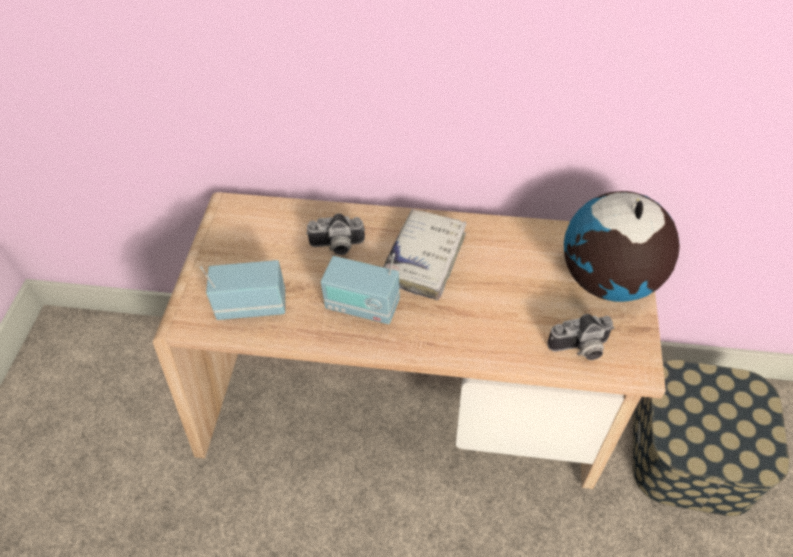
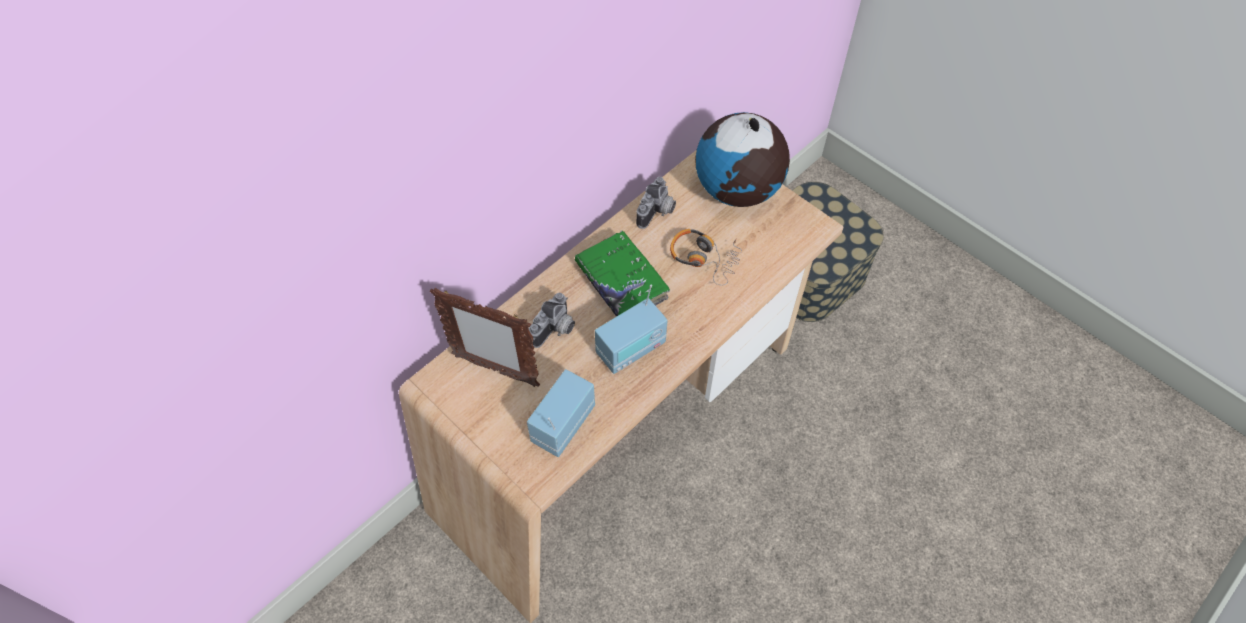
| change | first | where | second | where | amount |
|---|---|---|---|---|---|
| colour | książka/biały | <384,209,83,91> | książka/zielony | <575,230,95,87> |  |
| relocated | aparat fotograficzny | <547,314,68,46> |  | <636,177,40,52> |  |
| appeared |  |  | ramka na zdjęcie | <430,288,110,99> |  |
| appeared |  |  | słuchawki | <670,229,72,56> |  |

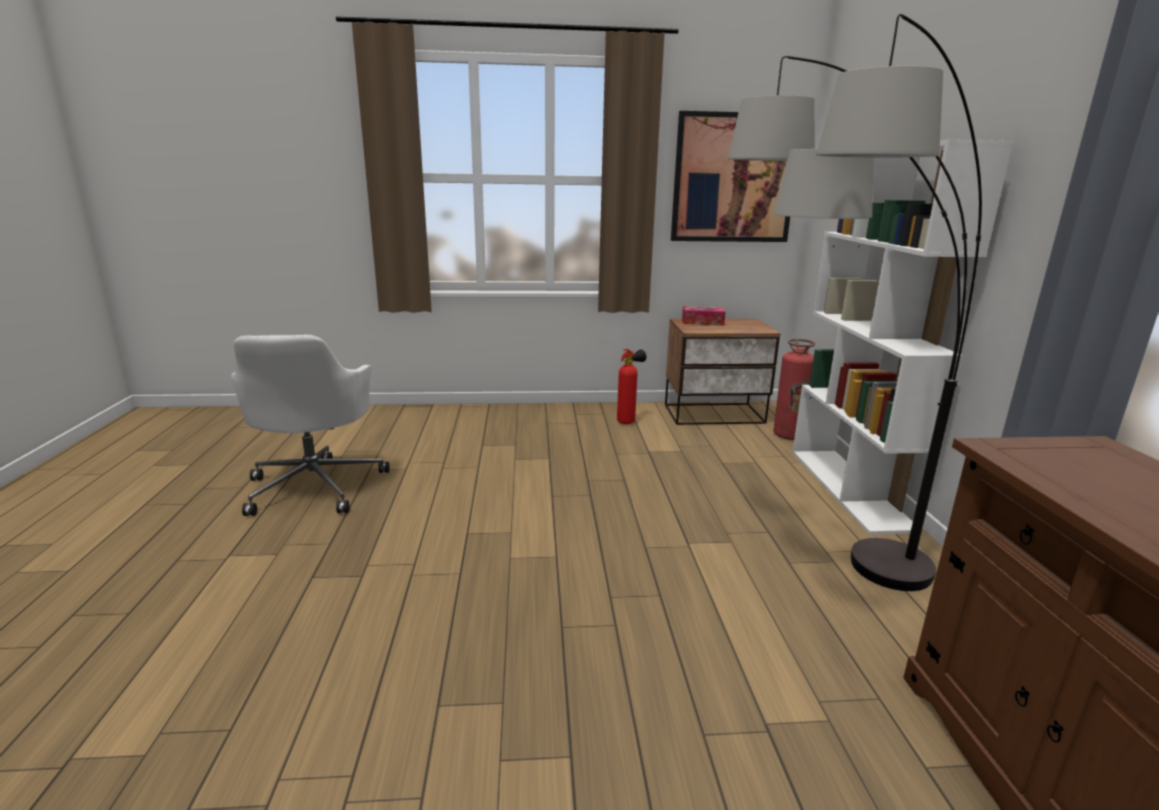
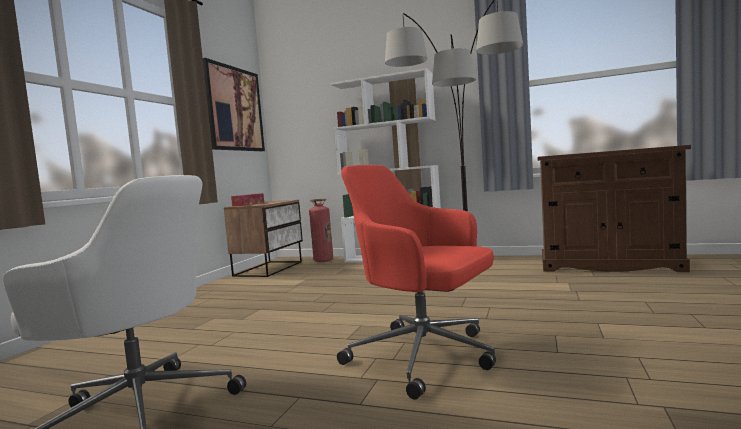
| change | first | where | second | where | amount |
|---|---|---|---|---|---|
| missing | gaśnica | <617,349,29,75> |  |  |  |
| appeared |  |  | krzesło biurowe/czerwony | <337,165,159,235> |  |

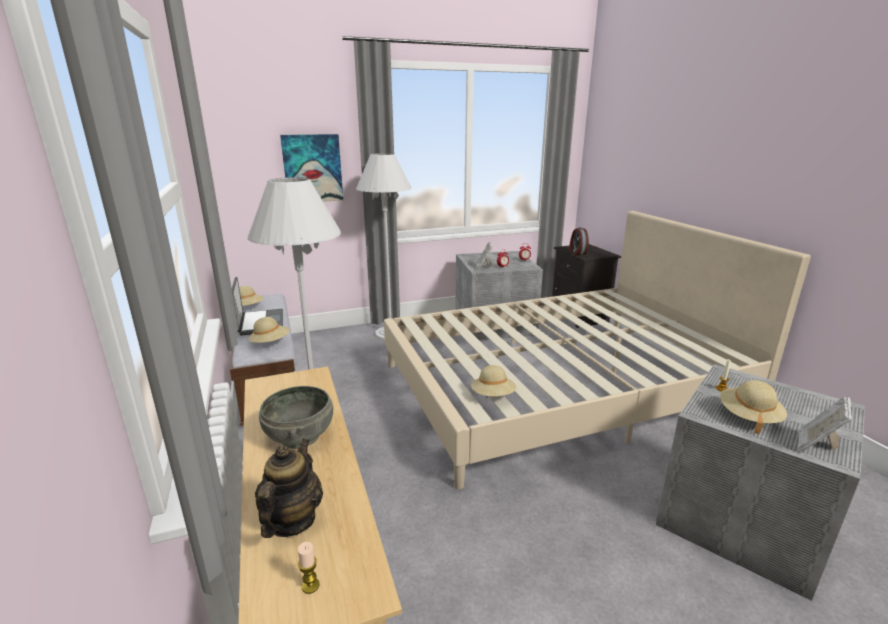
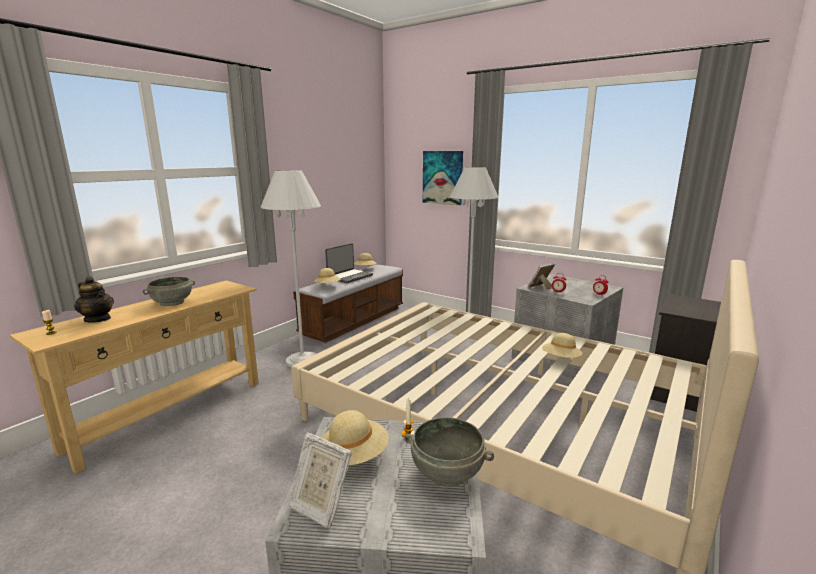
| change | first | where | second | where | amount |
|---|---|---|---|---|---|
| spun | imbryk | <255,438,68,100> |  | <74,276,40,46> | 60 degrees clockwise |
| relocated | kapelusz/beżowy | <471,365,45,31> |  | <542,333,40,25> |  |
| missing | budzik | <569,227,20,28> |  |  |  |
| spun | ramka na zdjęcie | <798,397,54,55> |  | <288,433,64,95> | 150 degrees counterclockwise |
| appeared |  |  | miska/szary | <405,417,89,70> |  |

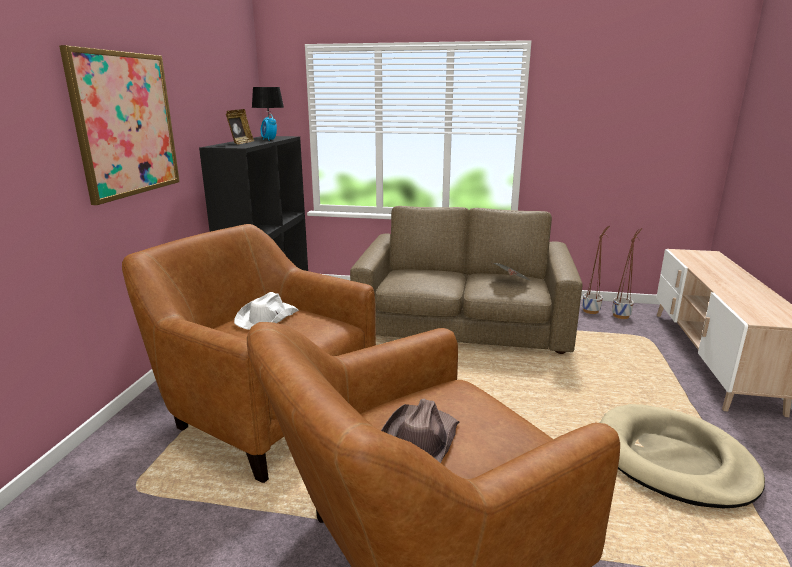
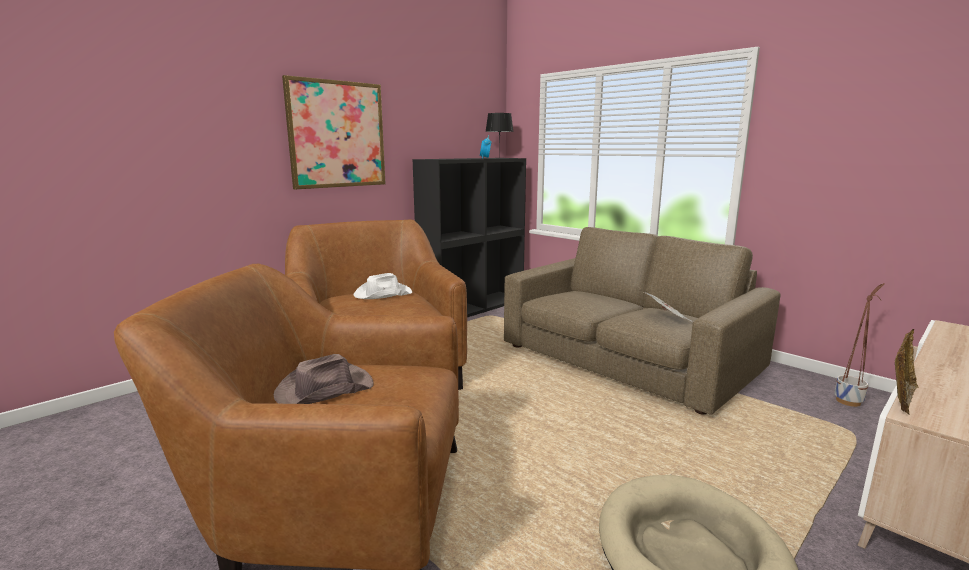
| change | first | where | second | where | amount |
|---|---|---|---|---|---|
| relocated | ramka na zdjęcie | <226,109,29,35> |  | <895,329,24,85> |  |
| missing | donica | <582,225,28,89> |  |  |  |

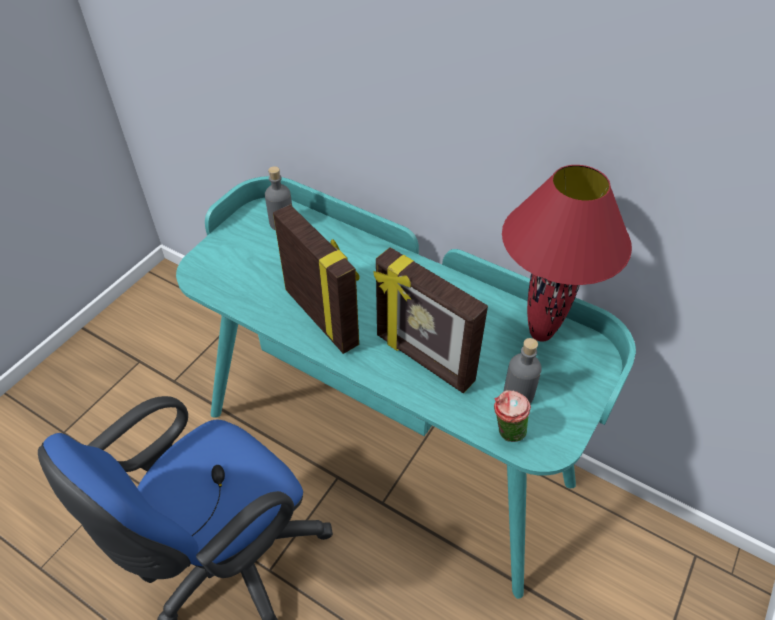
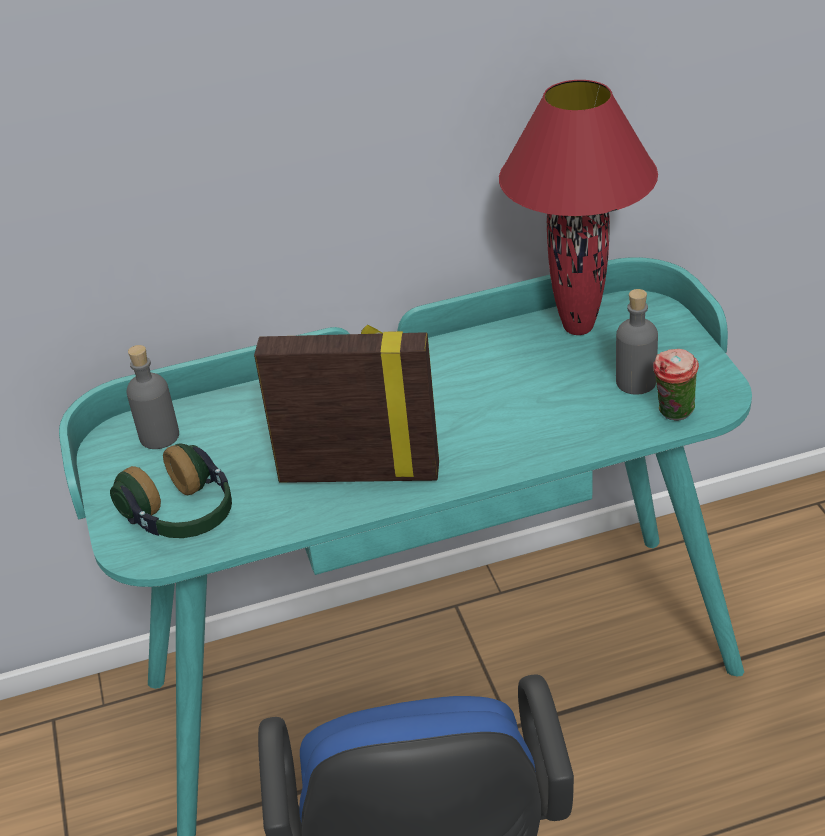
| change | first | where | second | where | amount |
|---|---|---|---|---|---|
| missing | ramka na zdjęcie | <373,247,115,146> |  |  |  |
| appeared |  |  | słuchawki | <110,443,122,95> |  |

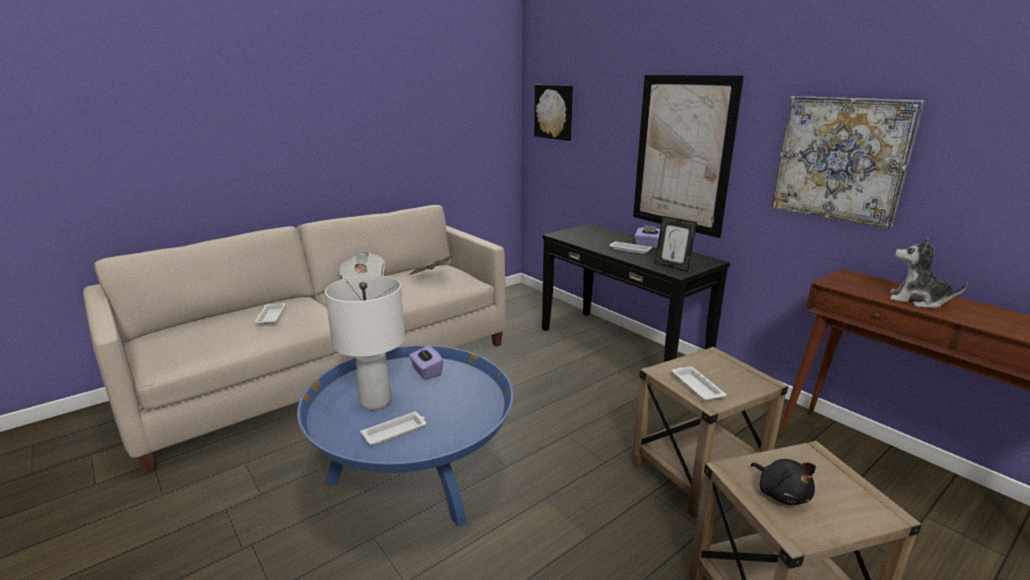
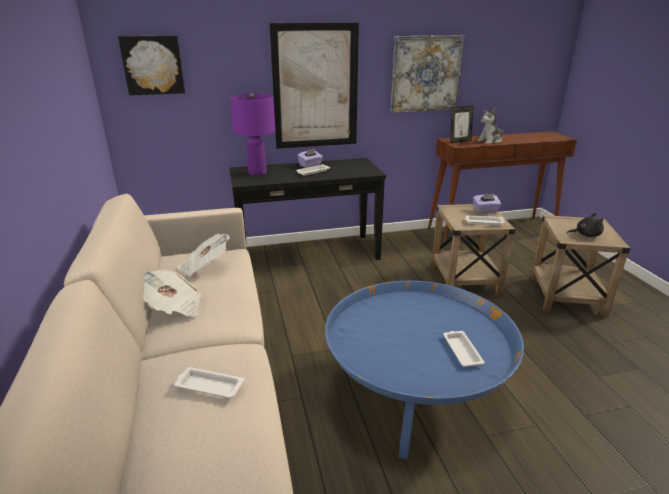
| change | first | where | second | where | amount |
|---|---|---|---|---|---|
| missing | lampa stołowa/biały | <325,275,80,136> |  |  |  |
| relocated | pudełko chusteczek/fioletowy | <409,346,34,34> |  | <473,194,28,19> |  |
| relocated | ramka na zdjęcie | <655,216,42,56> |  | <450,106,23,37> |  |
| appeared |  |  | lampa stołowa/fioletowy | <230,93,45,83> |  |

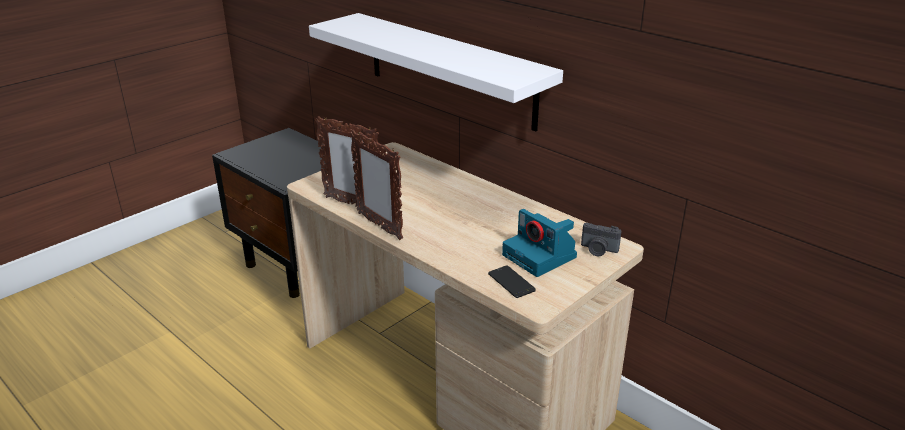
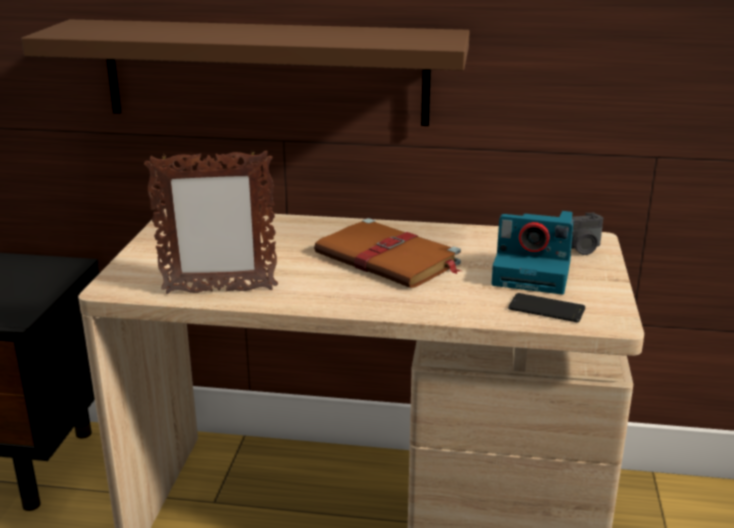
| change | first | where | second | where | amount |
|---|---|---|---|---|---|
| colour | półka/biały | <309,13,254,118> | półka/brązowy | <21,19,449,107> |  |
| missing | ramka na zdjęcie | <350,130,53,110> |  |  |  |
| appeared |  |  | książka/brązowy | <314,218,147,70> |  |

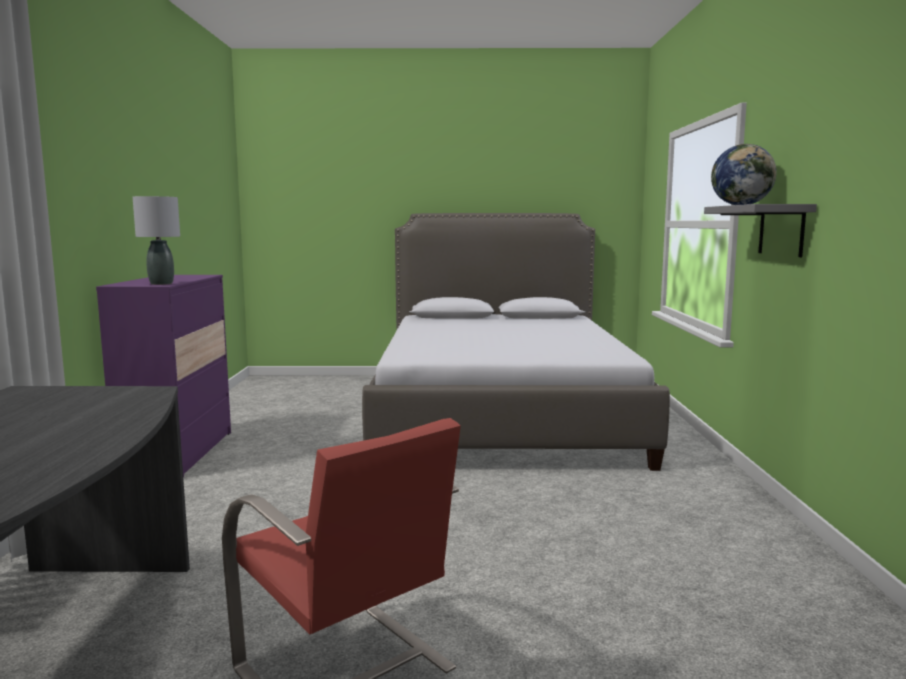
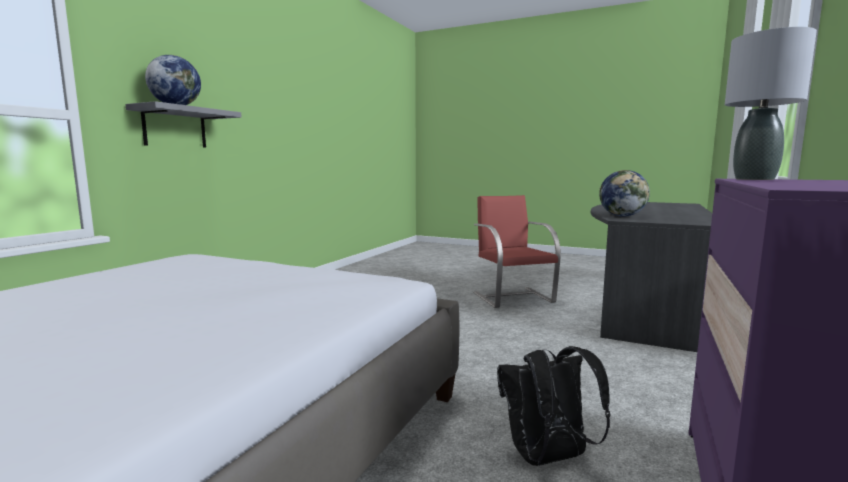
| change | first | where | second | where | amount |
|---|---|---|---|---|---|
| appeared |  |  | plecak/czarny | <497,346,113,120> |  |
| appeared |  |  | globus | <599,170,51,47> |  |

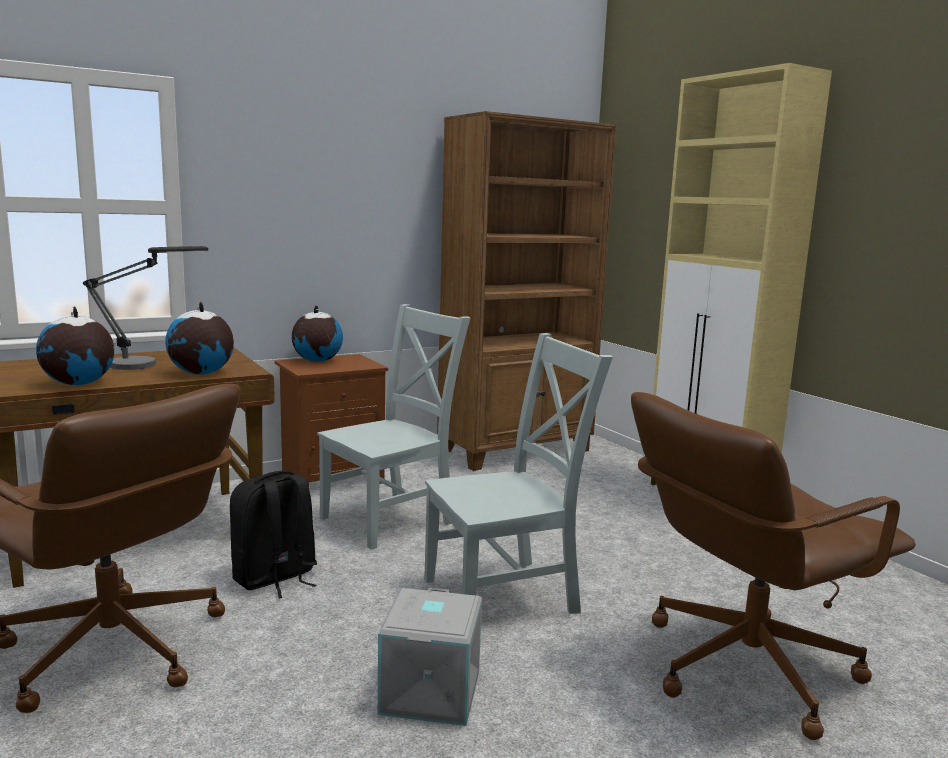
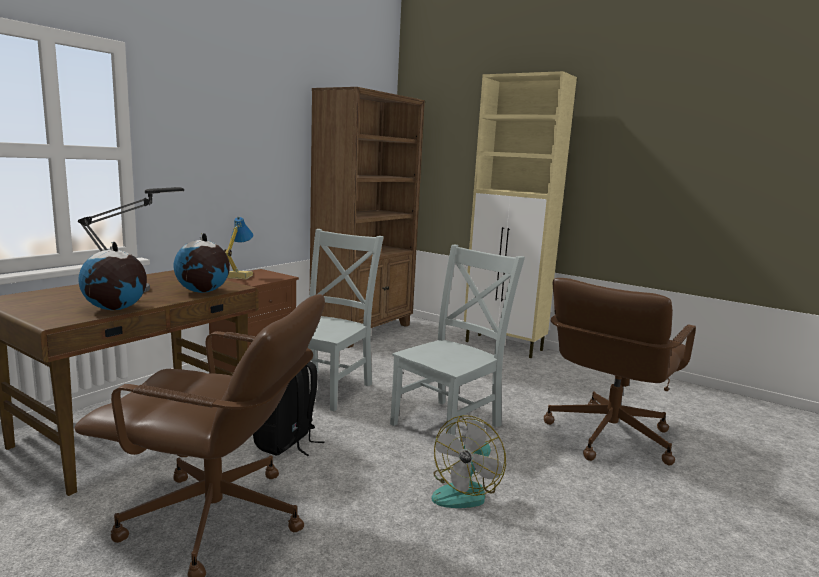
| change | first | where | second | where | amount |
|---|---|---|---|---|---|
| exchanged | globus | <292,305,51,57> | lampa stołowa | <224,216,29,63> |  |
| exchanged | pojemnik do przechowywania/szary | <378,588,104,138> | wentylator | <431,415,75,93> |  |

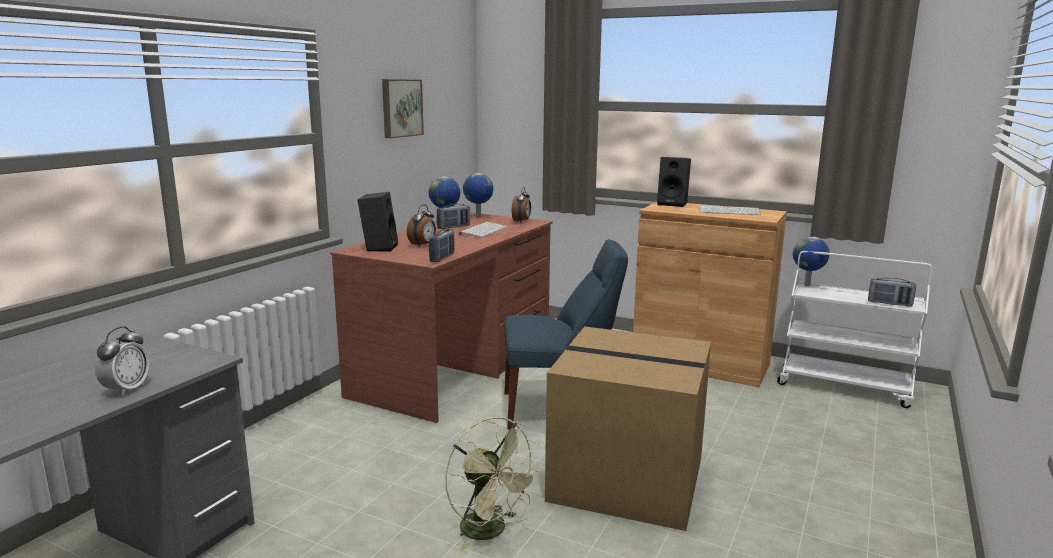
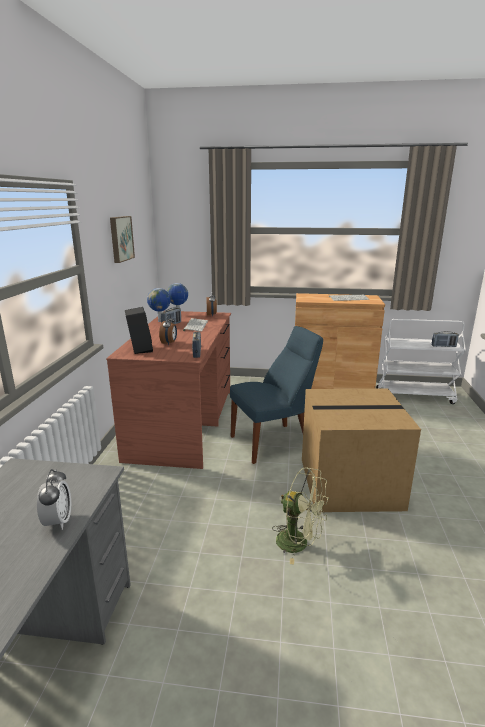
| change | first | where | second | where | amount |
|---|---|---|---|---|---|
| missing | głośnik/czarny | <657,157,34,50> |  |  |  |
| missing | globus | <793,237,37,49> |  |  |  |

